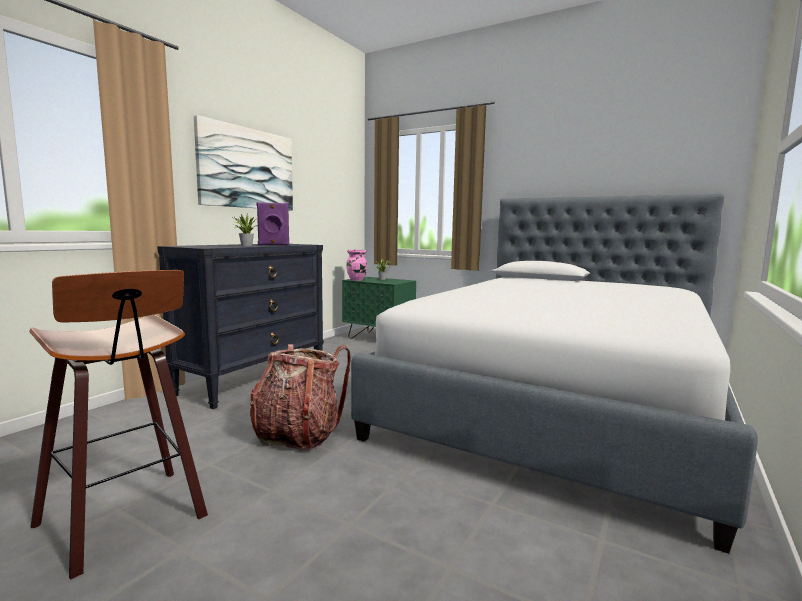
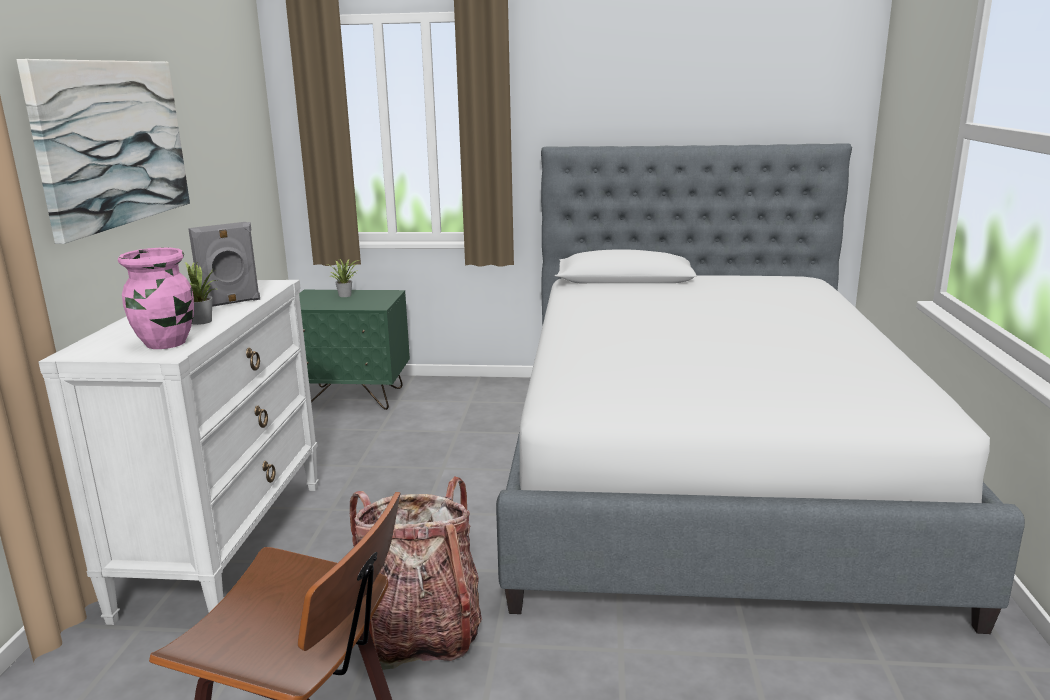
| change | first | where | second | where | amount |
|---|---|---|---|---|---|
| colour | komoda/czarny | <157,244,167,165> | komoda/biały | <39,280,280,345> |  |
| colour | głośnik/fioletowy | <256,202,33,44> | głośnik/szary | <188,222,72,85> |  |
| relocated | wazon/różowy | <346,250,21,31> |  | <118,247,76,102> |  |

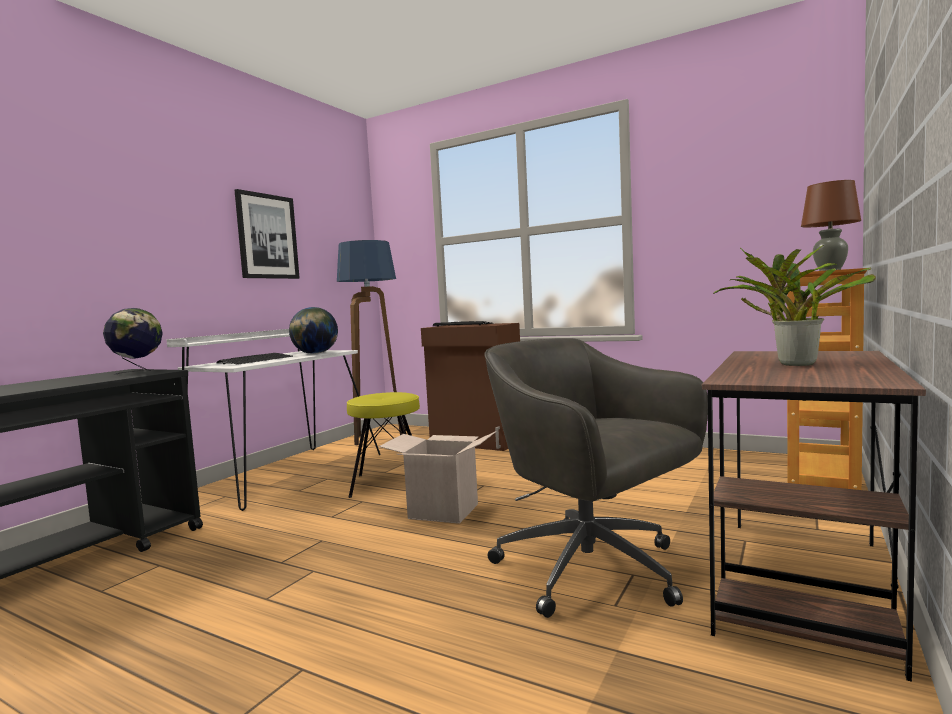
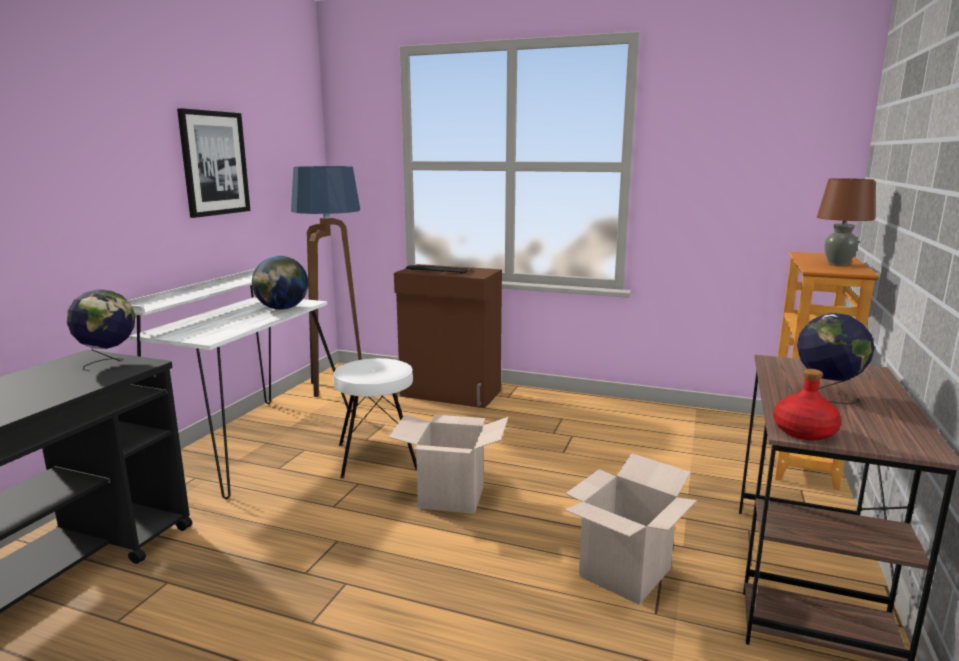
| change | first | where | second | where | amount |
|---|---|---|---|---|---|
| missing | klawiatura | <217,353,76,12> |  |  |  |
| colour | stołek/żółty | <347,392,73,106> | stołek/biały | <333,358,84,121> |  |
| exchanged | krzesło biurowe/szary | <484,338,224,280> | karton | <565,453,132,152> |  |
| exchanged | roślina doniczkowa | <713,245,163,121> | globus | <797,313,78,91> |  |
| appeared |  |  | butelka/czerwony | <773,369,68,72> |  |

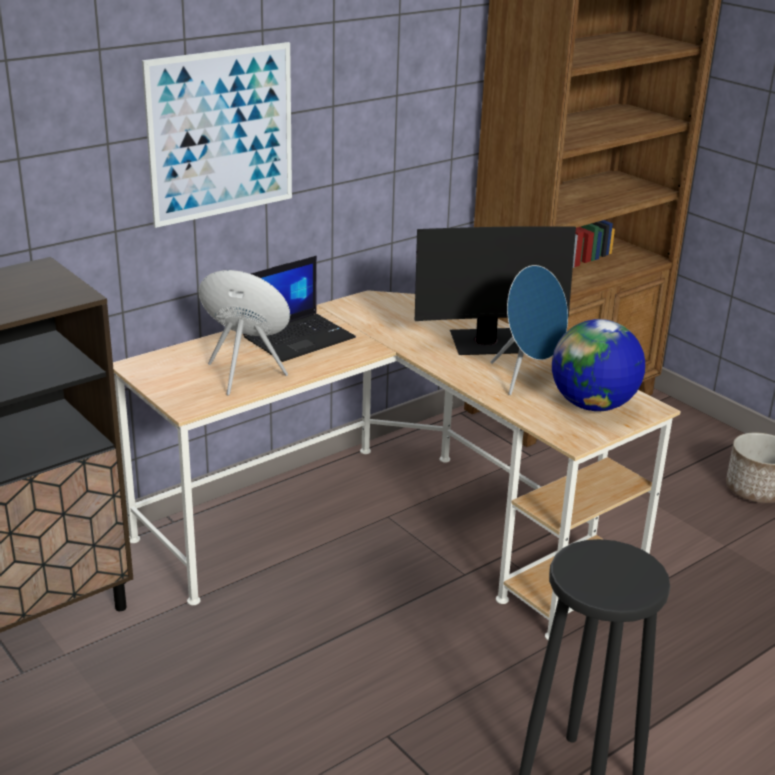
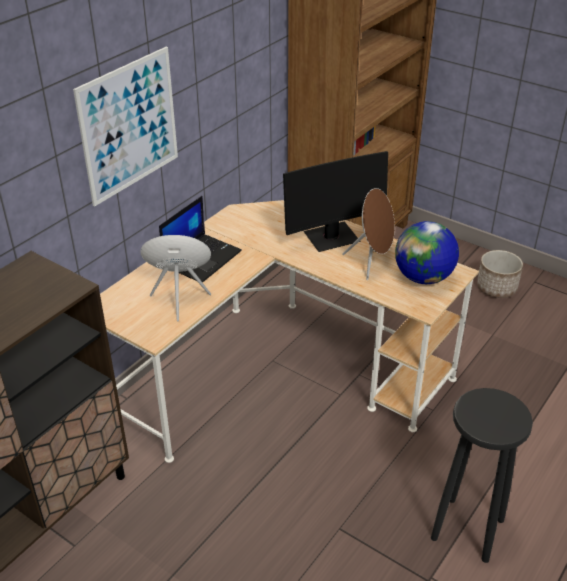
| change | first | where | second | where | amount |
|---|---|---|---|---|---|
| colour | głośnik/niebieski | <490,265,78,130> | głośnik/brązowy | <342,188,53,92> |  |

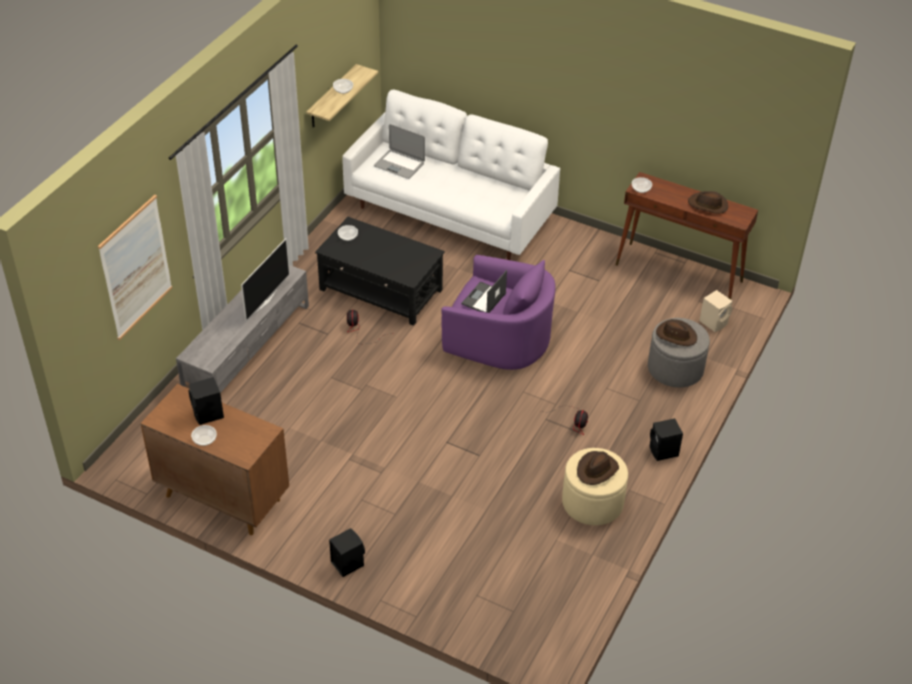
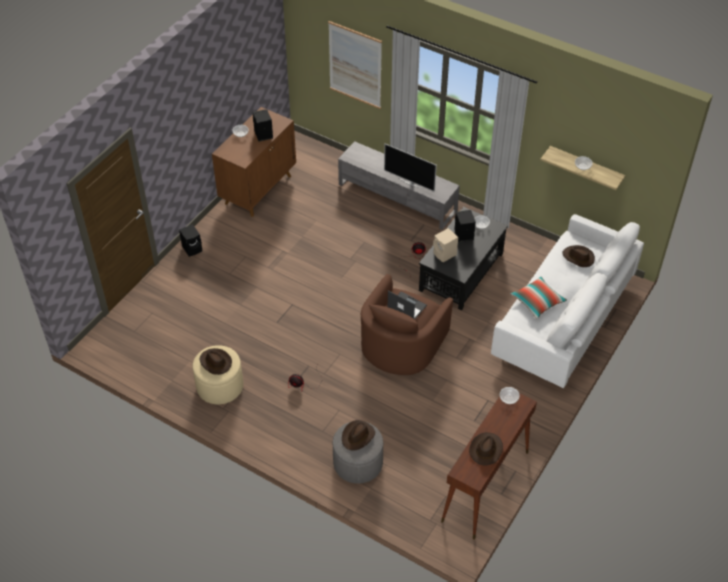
| change | first | where | second | where | amount |
|---|---|---|---|---|---|
| exchanged | laptop | <374,124,51,55> | kapelusz/brązowy | <563,245,32,22> |  |
| colour | fotel/fioletowy | <441,255,115,115> | fotel/brązowy | <361,274,92,101> |  |
| relocated | głośnik/czarny | <650,418,33,43> |  | <454,210,22,32> |  |
| relocated | głośnik/beżowy | <699,290,33,42> |  | <433,228,25,34> |  |
| appeared |  |  | poduszka | <511,276,56,43> |  |

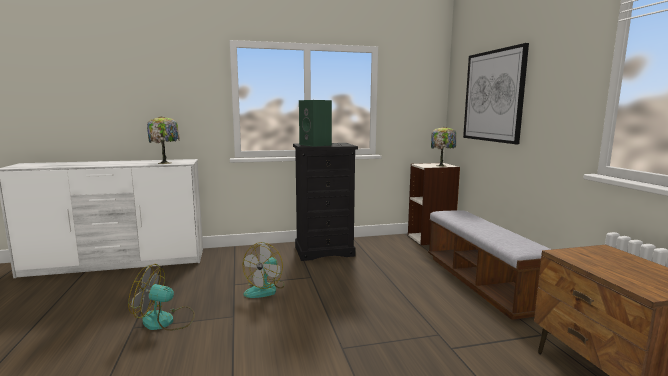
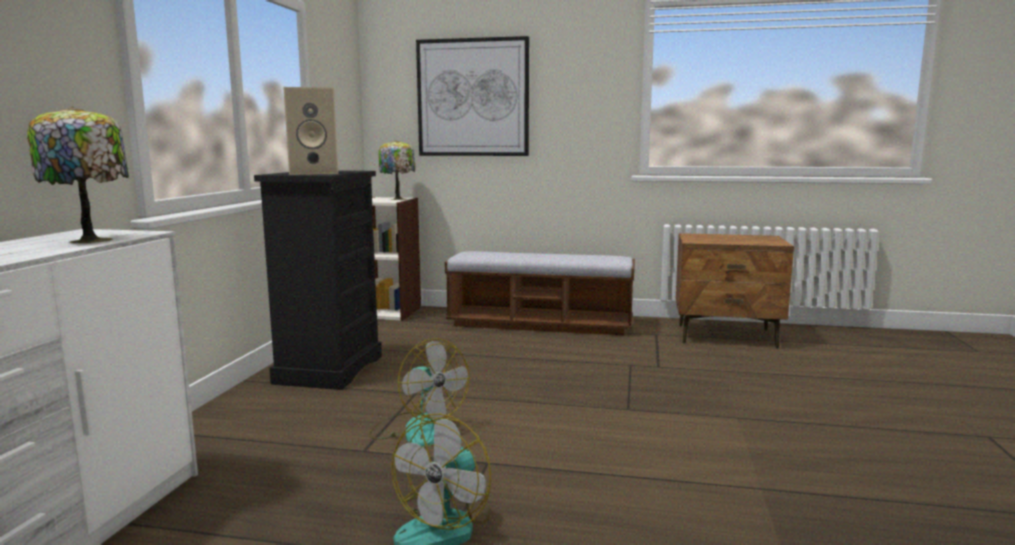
| change | first | where | second | where | amount |
|---|---|---|---|---|---|
| colour | głośnik/zielony | <299,100,33,47> | głośnik/beżowy | <283,87,55,88> |  |

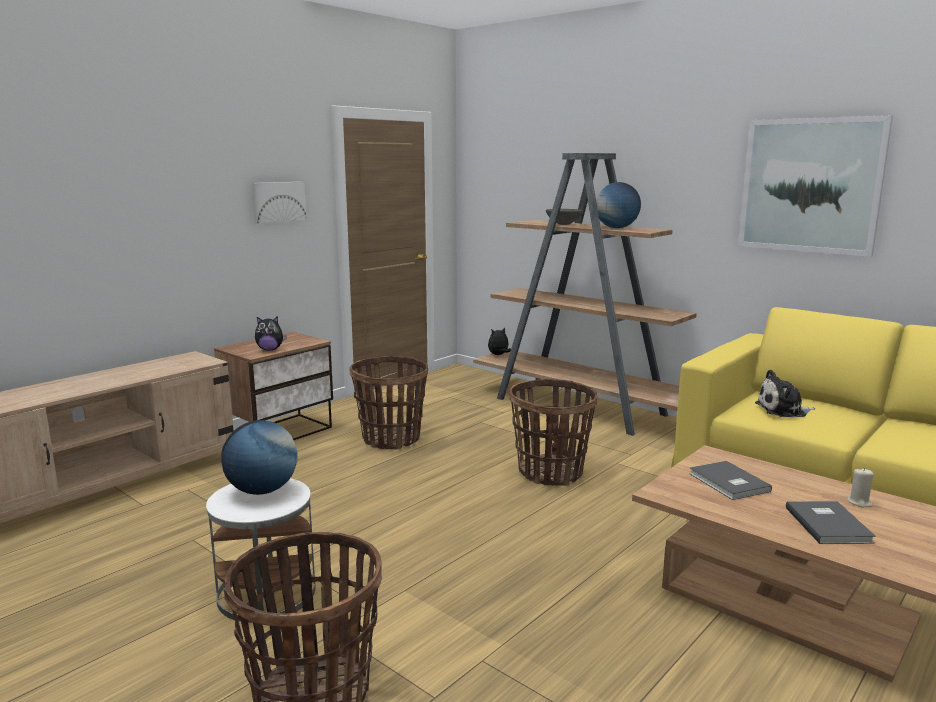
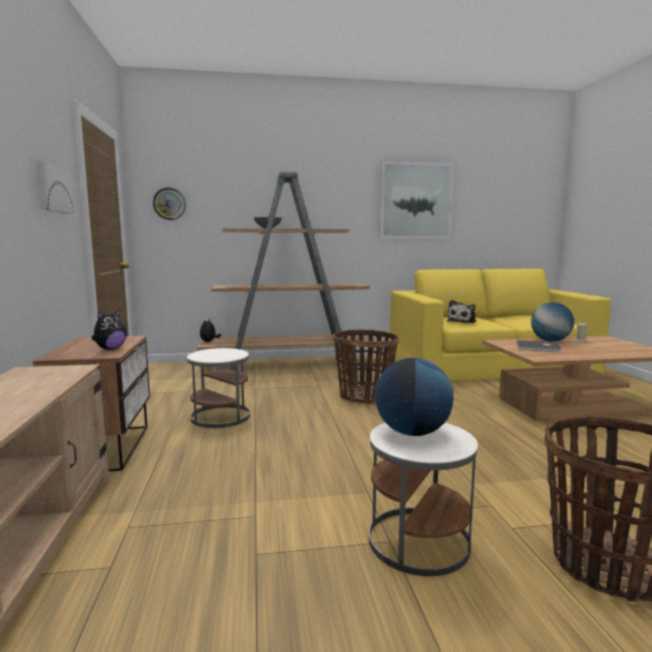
| change | first | where | second | where | amount |
|---|---|---|---|---|---|
| exchanged | koszyk | <350,356,78,93> | stolik/biały | <187,348,63,80> |  |
| relocated | globus | <596,182,45,46> |  | <531,302,43,40> |  |
| missing | książka/szary | <786,501,90,43> |  |  |  |
| appeared |  |  | zegar ścienny | <153,188,33,32> |  |

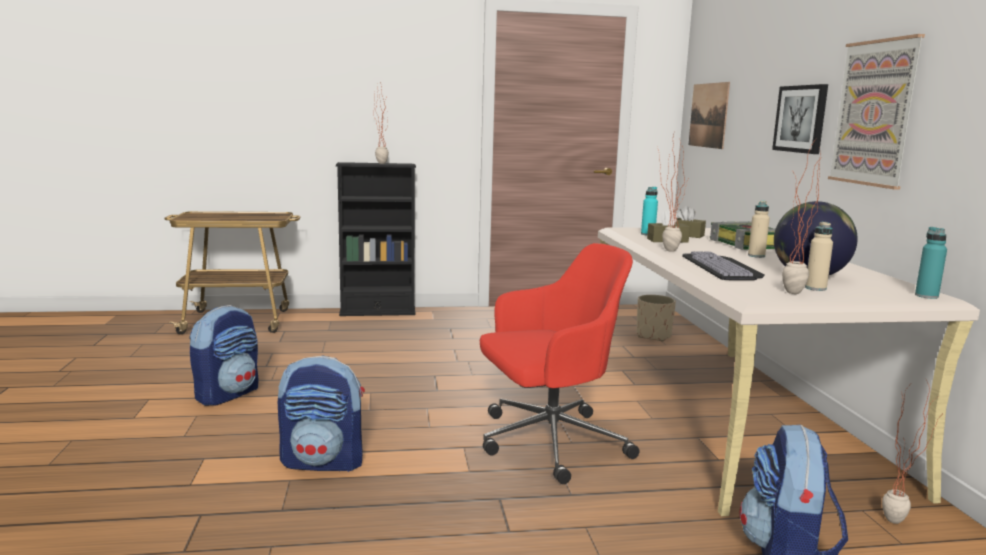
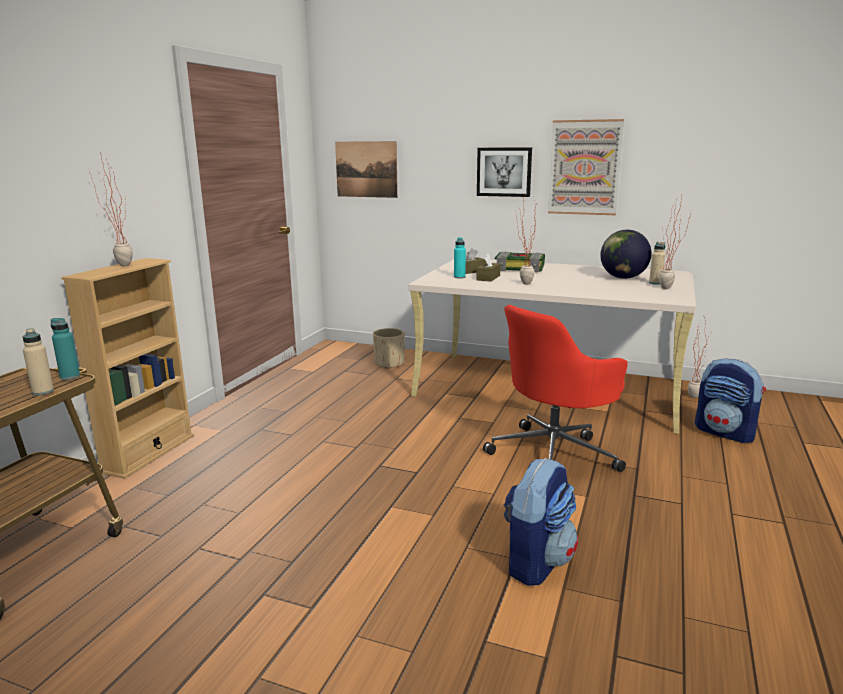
| change | first | where | second | where | amount |
|---|---|---|---|---|---|
| missing | plecak | <189,305,69,101> |  |  |  |
| colour | regał/czarny | <336,162,80,154> | regał/beżowy | <61,258,133,221> |  |
| spun | krzesło biurowe/czerwony | <480,243,159,241> |  | <483,305,145,167> | 135 degrees counterclockwise |
| missing | klawiatura | <682,251,83,29> |  |  |  |
| relocated | butelka/beżowy | <748,201,22,57> |  | <23,328,31,67> |  |
| relocated | butelka/turkusowy | <915,227,32,72> |  | <50,318,30,62> |  |

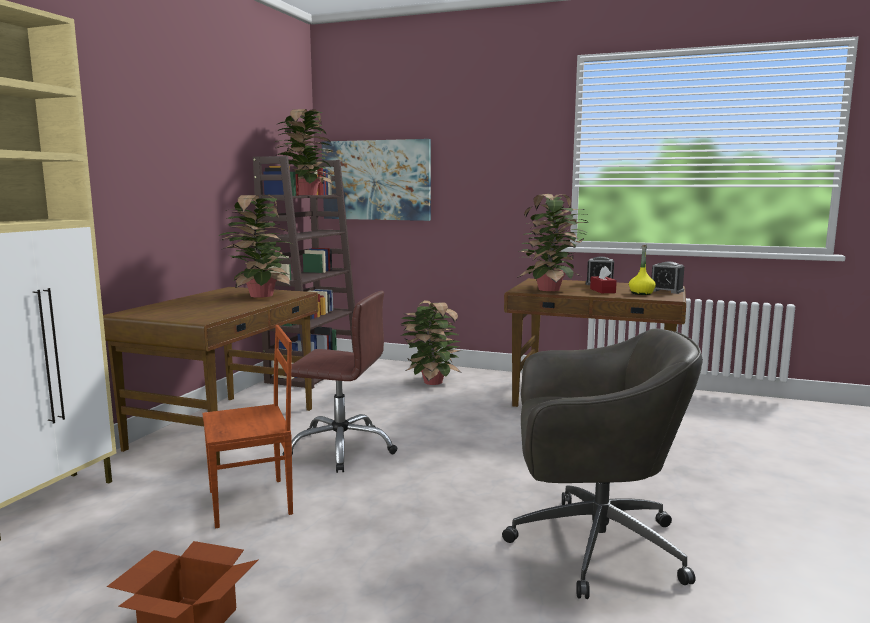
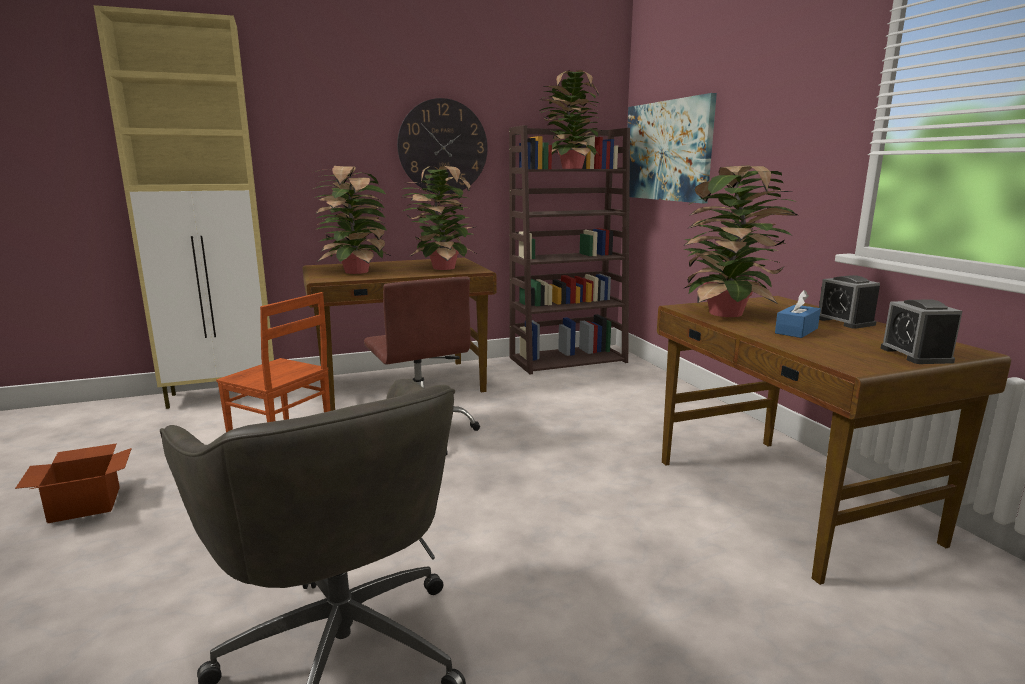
| change | first | where | second | where | amount |
|---|---|---|---|---|---|
| relocated | roślina doniczkowa | <400,300,62,85> |  | <313,166,76,108> |  |
| colour | pudełko chusteczek/czerwony | <590,266,27,27> | pudełko chusteczek/niebieski | <775,290,46,48> |  |
| missing | butelka/żółty | <629,245,27,50> |  |  |  |
| appeared |  |  | zegar ścienny | <397,98,91,96> |  |

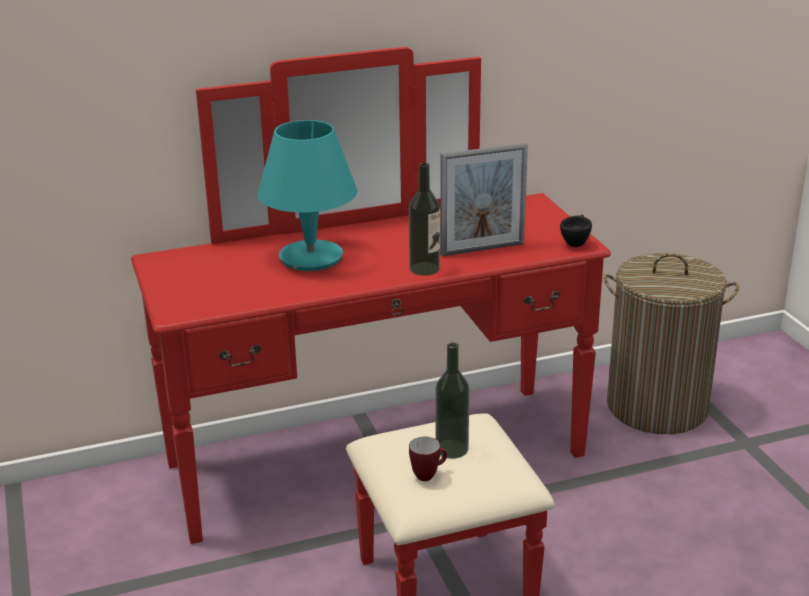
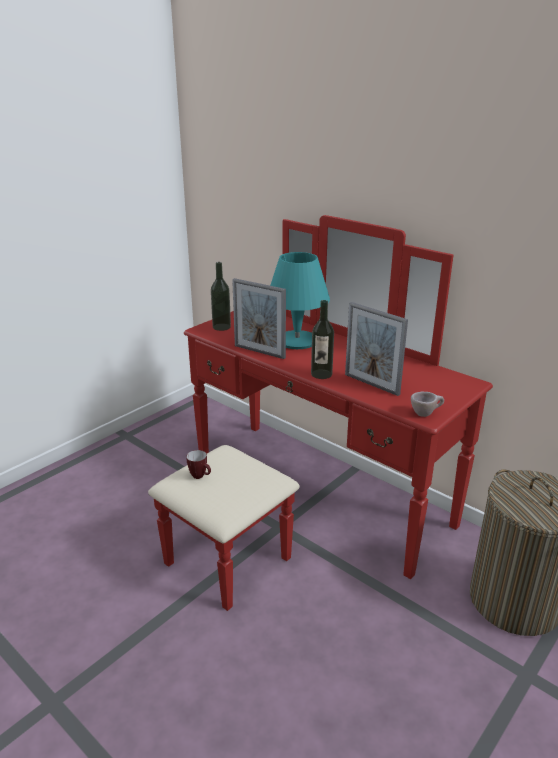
| change | first | where | second | where | amount |
|---|---|---|---|---|---|
| relocated | butelka | <436,342,33,117> |  | <211,262,20,69> |  |
| colour | filiżanka/czarny | <560,215,32,32> | filiżanka/beżowy | <411,392,33,25> |  |
| appeared |  |  | ramka na zdjęcie | <232,278,54,81> |  |

